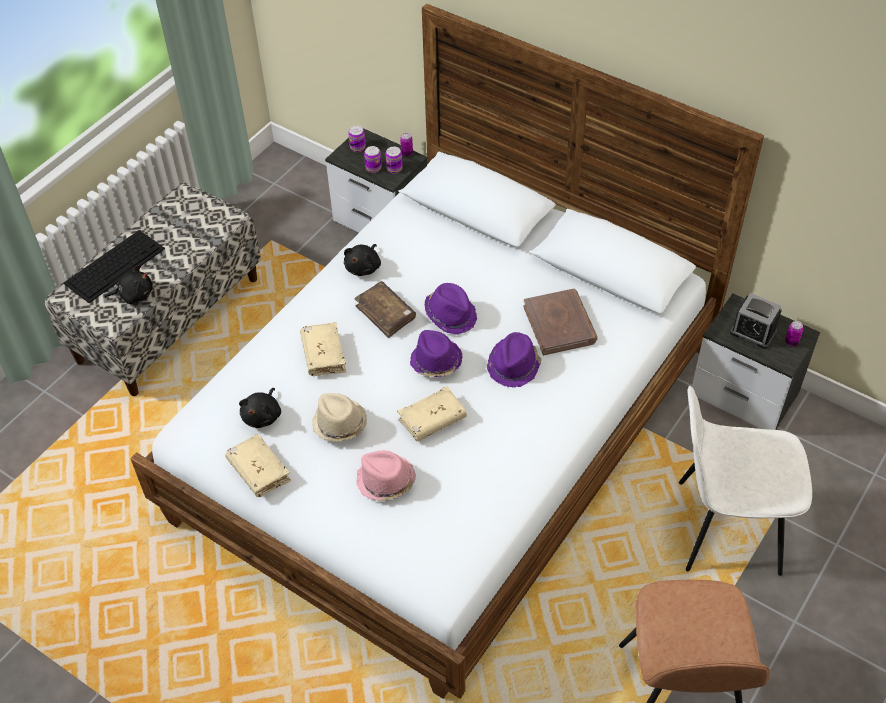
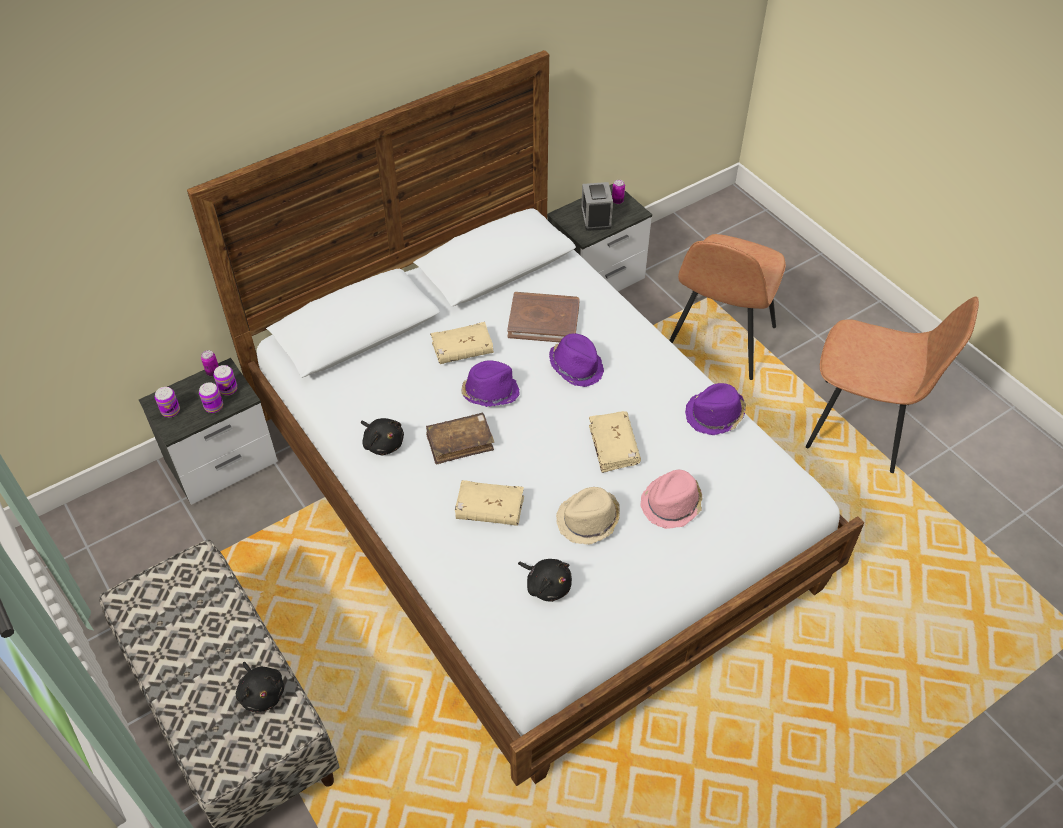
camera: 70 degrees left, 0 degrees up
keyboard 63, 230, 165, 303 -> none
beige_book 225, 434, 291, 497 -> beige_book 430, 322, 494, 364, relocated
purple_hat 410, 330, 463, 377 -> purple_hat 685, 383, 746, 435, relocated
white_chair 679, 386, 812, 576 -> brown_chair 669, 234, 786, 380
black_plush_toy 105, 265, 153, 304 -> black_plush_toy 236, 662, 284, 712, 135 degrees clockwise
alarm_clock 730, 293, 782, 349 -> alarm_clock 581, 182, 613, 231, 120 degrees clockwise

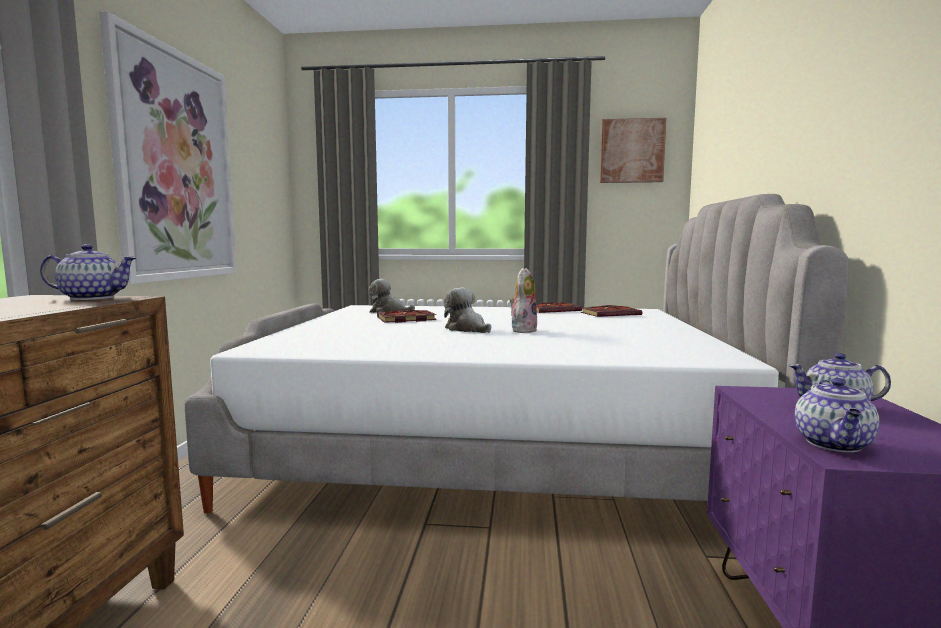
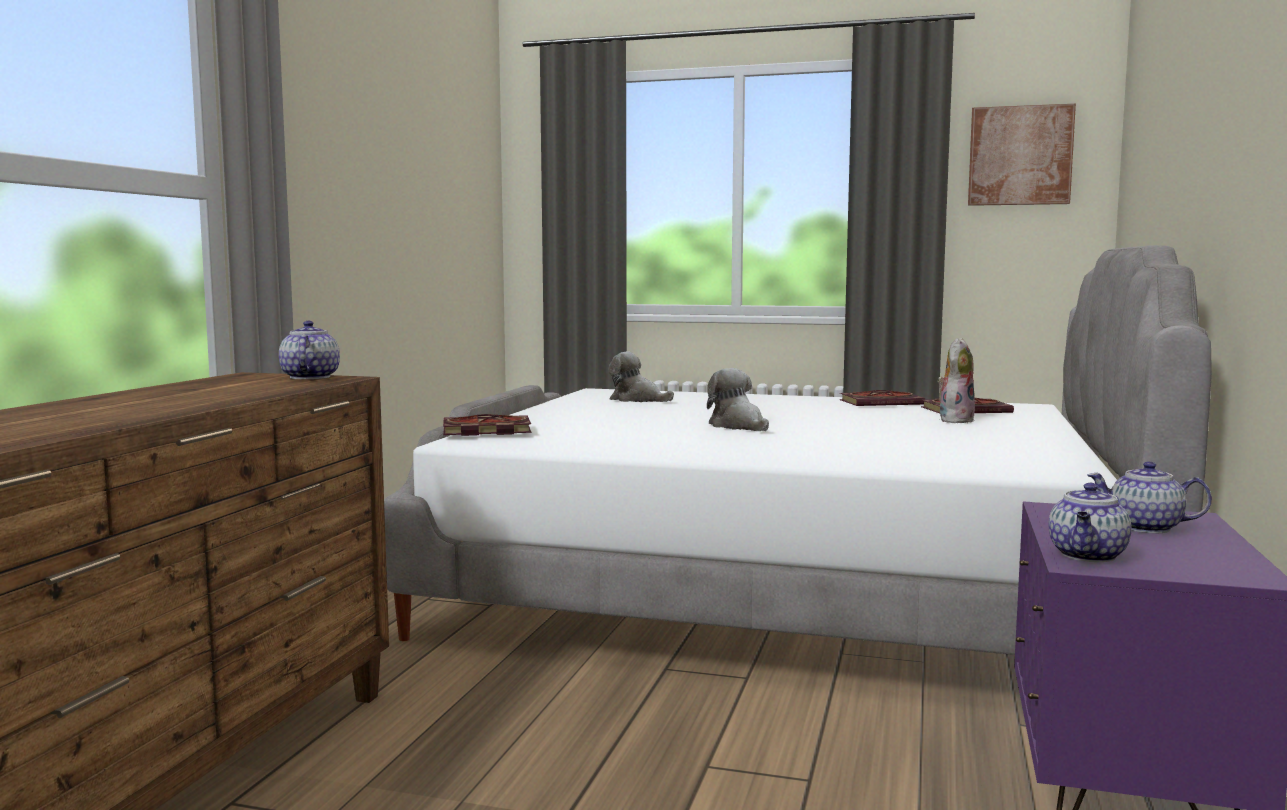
camera: 10 degrees right, 0 degrees up
picture 99, 11, 237, 284 -> none
book 377, 310, 437, 323 -> book 443, 414, 531, 436, relocated
plush_toy 510, 268, 537, 333 -> plush_toy 937, 338, 975, 423, relocated
teapot 40, 244, 136, 300 -> teapot 279, 321, 340, 379, 105 degrees counterclockwise

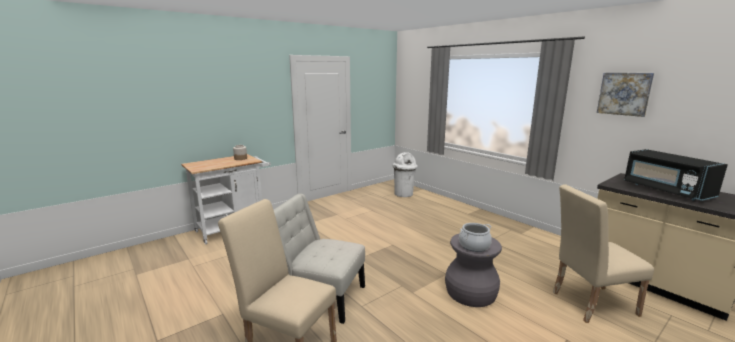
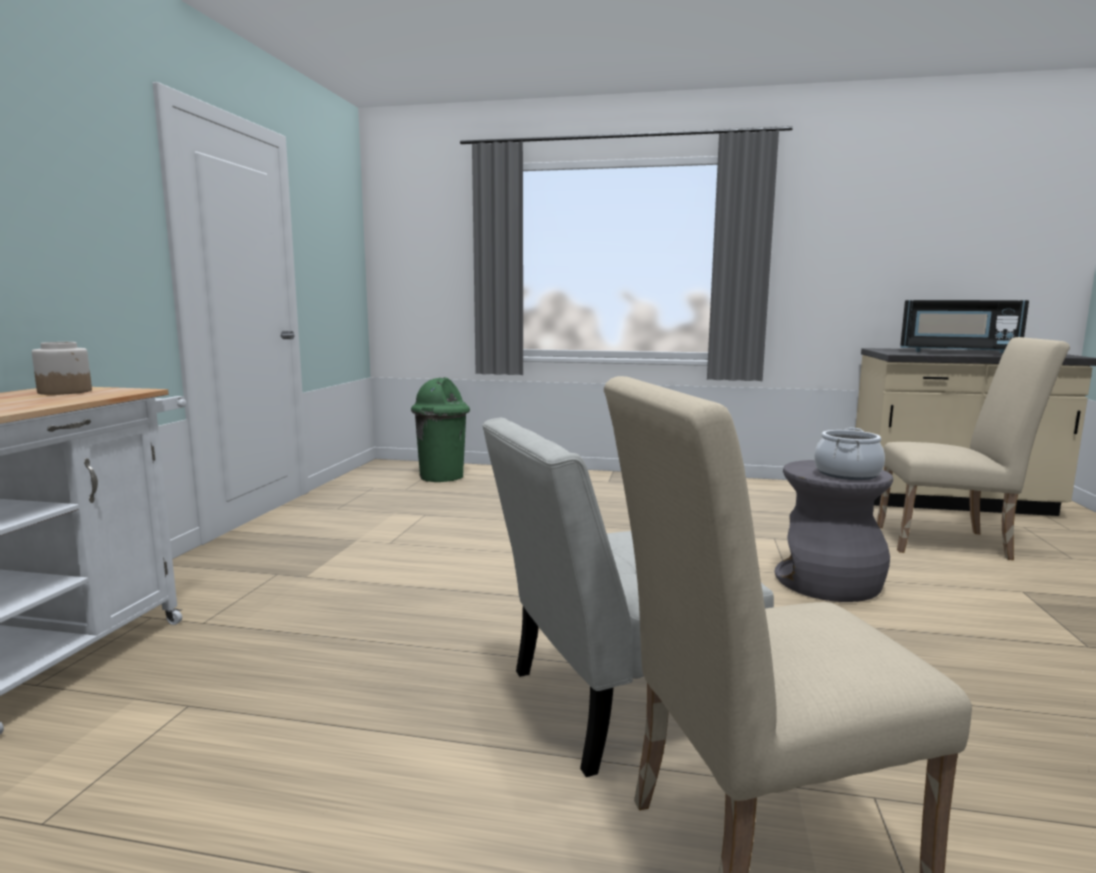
camera: 40 degrees left, 5 degrees down
picture 597, 73, 654, 117 -> none
white_trash_can 392, 152, 418, 197 -> green_trash_can 411, 377, 470, 482
beige_chair 553, 184, 654, 323 -> beige_chair 877, 337, 1070, 560, 120 degrees counterclockwise

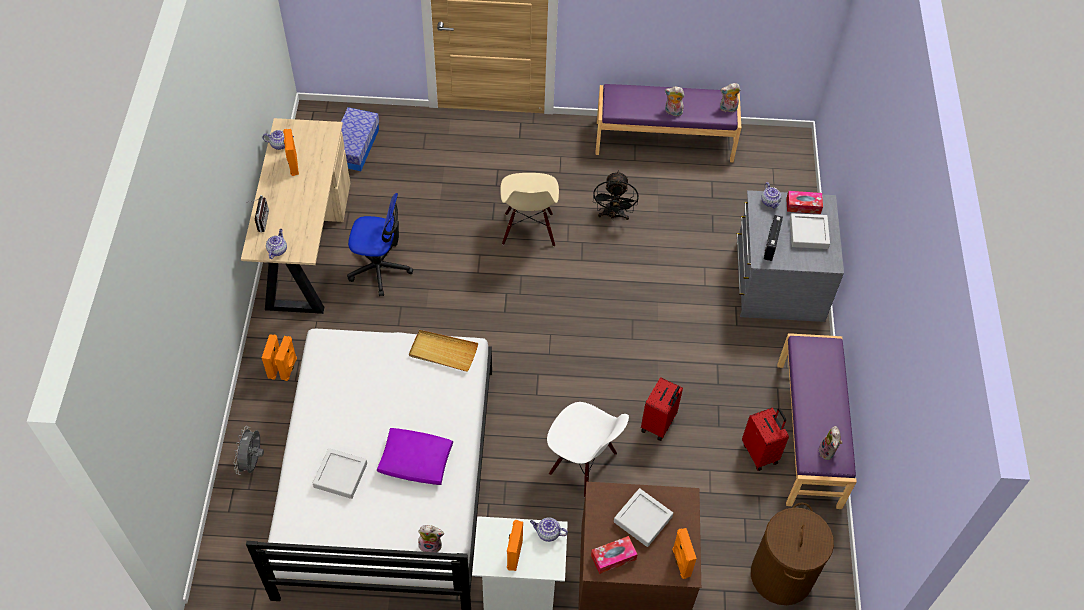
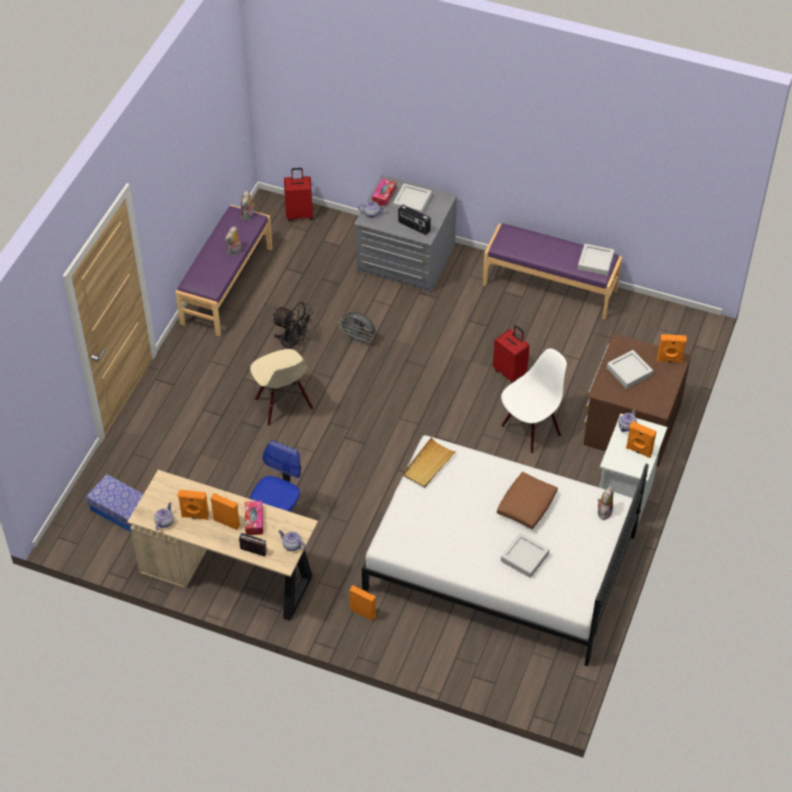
camera: 70 degrees left, 5 degrees down
brown_laundry_basket 751, 503, 834, 605 -> none
grey_fan 234, 426, 264, 475 -> grey_fan 339, 312, 375, 345, relocated
orange_speaker 262, 334, 280, 380 -> orange_speaker 211, 493, 240, 530, relocated
tissue_box 591, 536, 638, 574 -> tissue_box 245, 501, 263, 535, relocated
red_suitcase 742, 408, 789, 471 -> red_suitcase 284, 168, 314, 221, relocated
plush_toy 819, 426, 843, 460 -> grey_tray 578, 244, 614, 276
purple_pillow 377, 428, 453, 485 -> brown_pillow 497, 472, 558, 529
beige_chair 500, 173, 559, 247 -> beige_chair 250, 349, 313, 426, 45 degrees clockwise

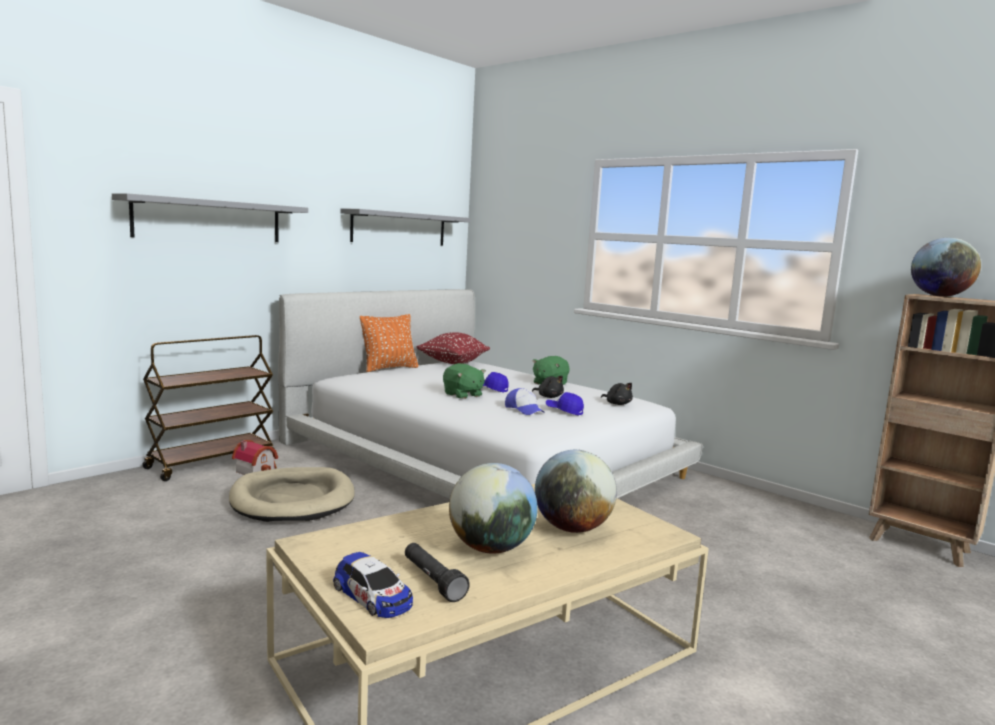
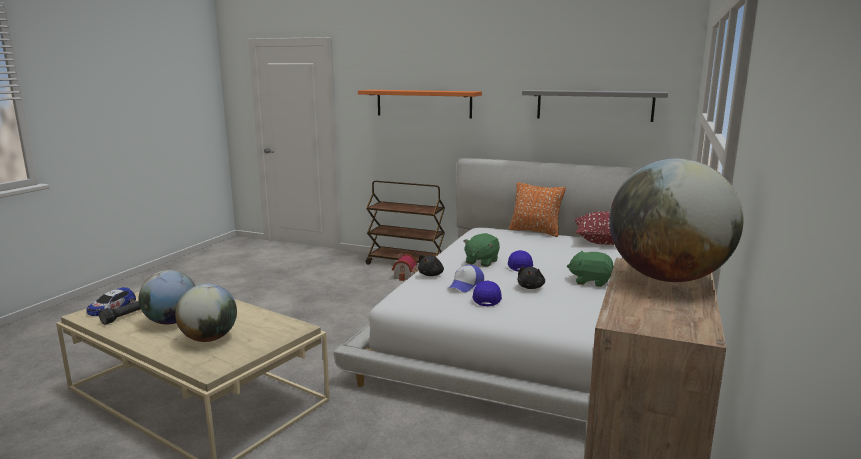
camera: 70 degrees right, 5 degrees up
beige_dog_bed 229, 467, 355, 522 -> none
black_plush_toy 601, 383, 633, 405 -> black_plush_toy 418, 254, 444, 276, relocated
grey_shelf 112, 193, 308, 242 -> orange_shelf 358, 90, 482, 119

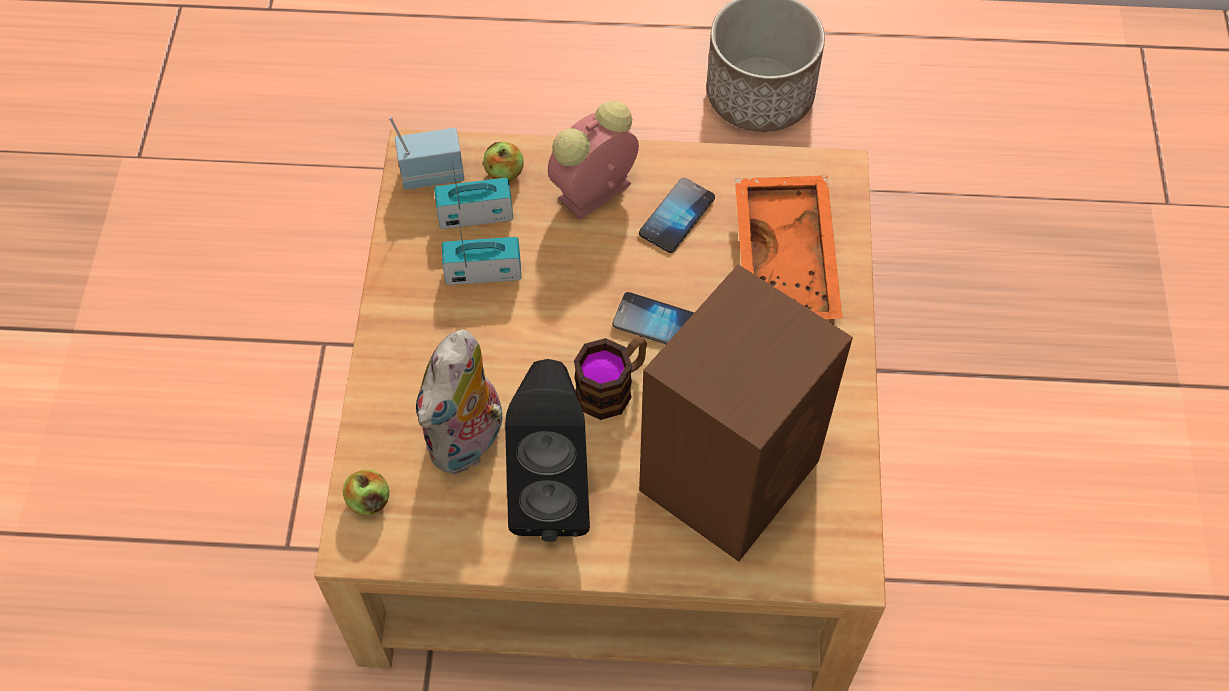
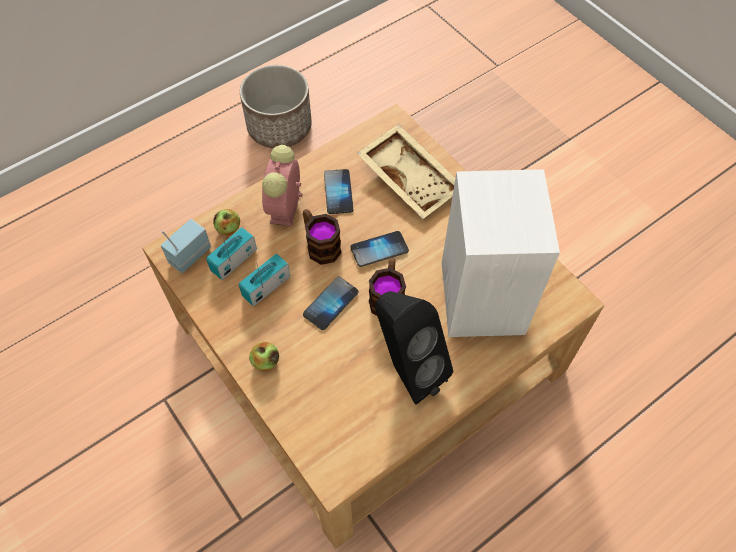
camera: 40 degrees left, 0 degrees up
plush_toy 416, 330, 503, 474 -> none
none -> mug 303, 209, 342, 265
none -> phone 303, 276, 358, 330
apple 343, 470, 389, 515 -> apple 249, 342, 279, 371, relocated
brown_speaker 639, 264, 853, 562 -> white_speaker 442, 169, 560, 337
orange_tray 735, 176, 842, 320 -> beige_tray 357, 124, 455, 219

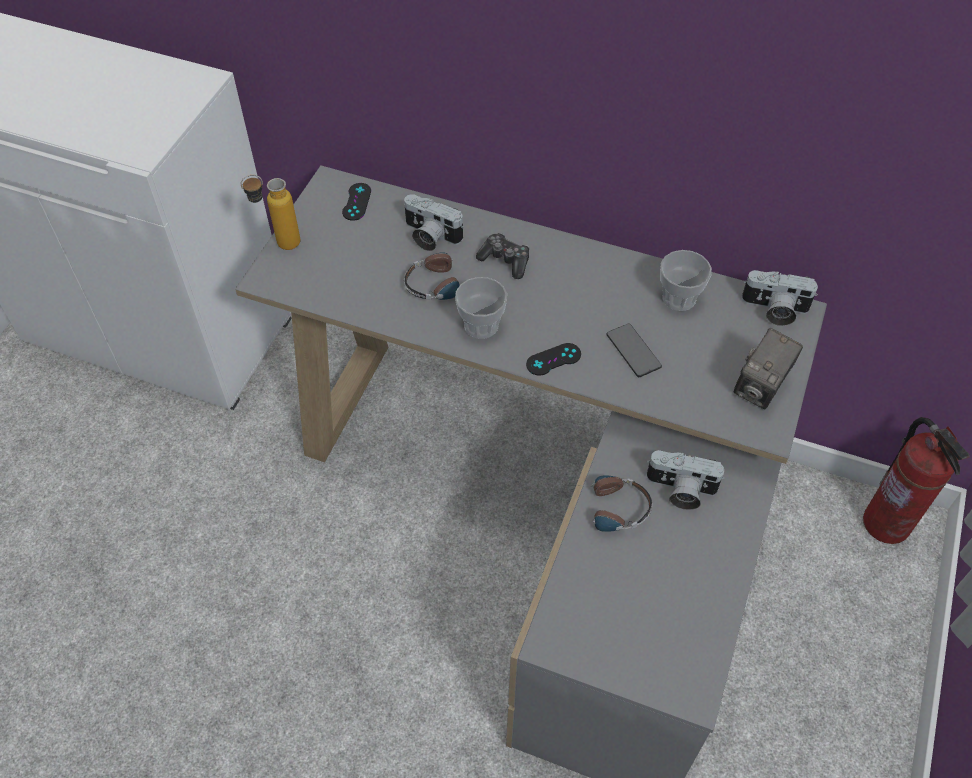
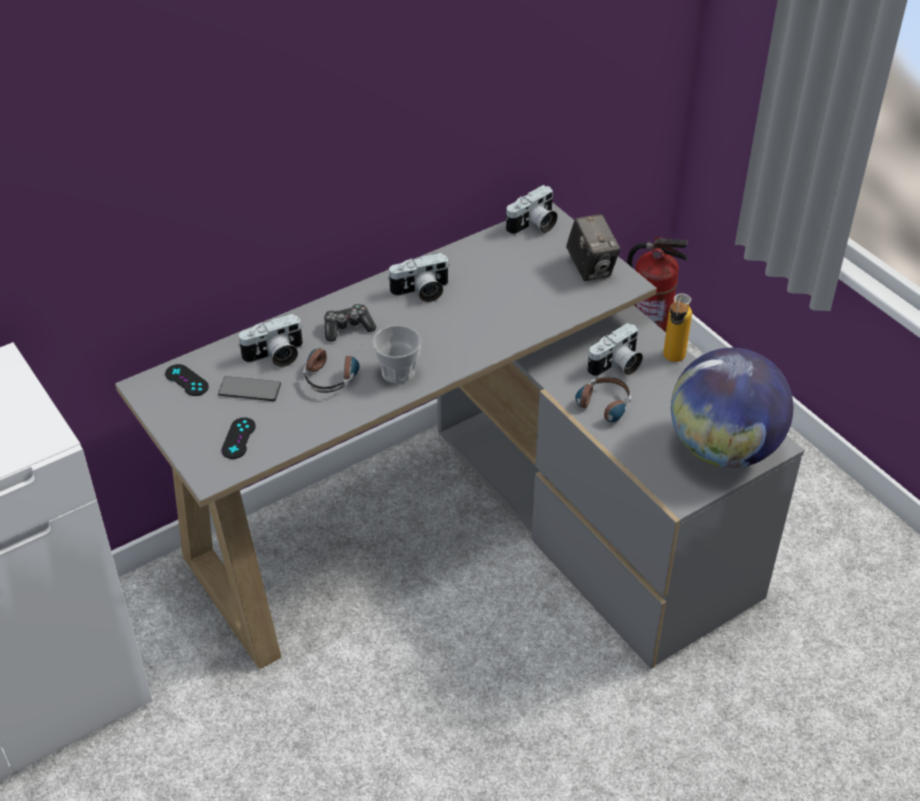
camera: 55 degrees left, 10 degrees down
cup 660, 250, 712, 311 -> none
none -> photo_camera 387, 253, 450, 303
none -> globe 671, 348, 793, 468
bottle 241, 175, 301, 250 -> bottle 663, 293, 692, 362, relocated
black_game_controller 526, 343, 581, 375 -> black_game_controller 221, 417, 256, 459, relocated
phone 606, 323, 662, 377 -> phone 218, 376, 281, 401, relocated

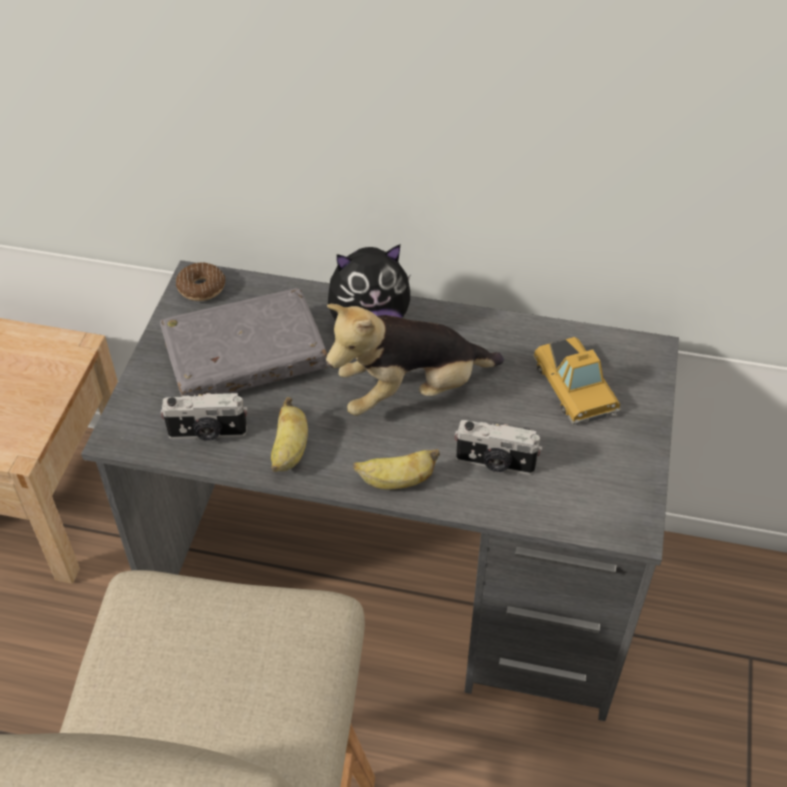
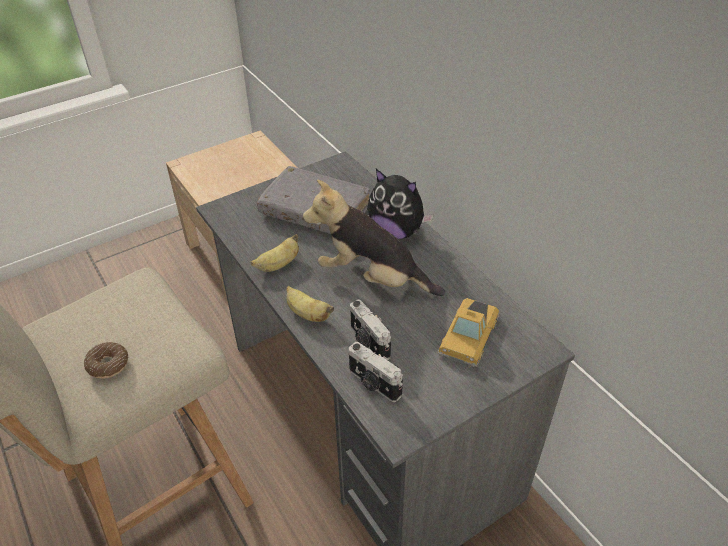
camera: 45 degrees right, 5 degrees down
photo_camera 160, 392, 247, 441 -> photo_camera 349, 342, 403, 402, relocated
donut 176, 263, 225, 301 -> donut 84, 342, 128, 379, relocated

